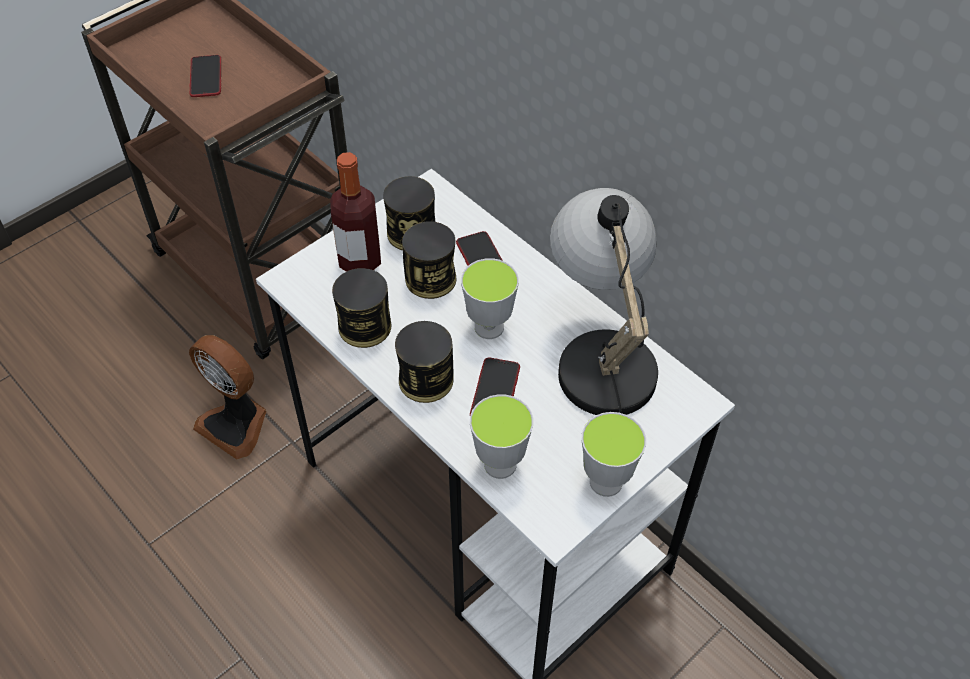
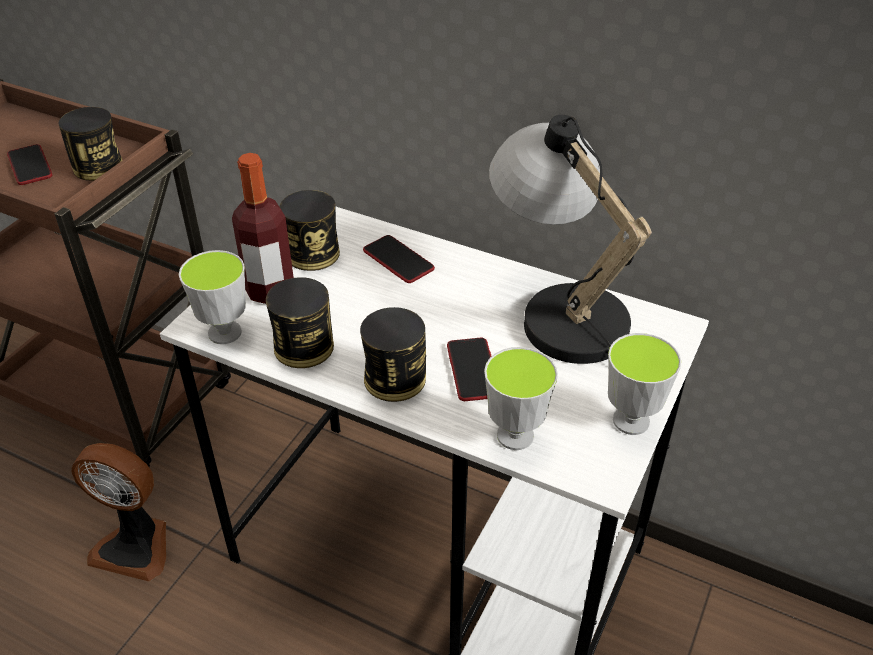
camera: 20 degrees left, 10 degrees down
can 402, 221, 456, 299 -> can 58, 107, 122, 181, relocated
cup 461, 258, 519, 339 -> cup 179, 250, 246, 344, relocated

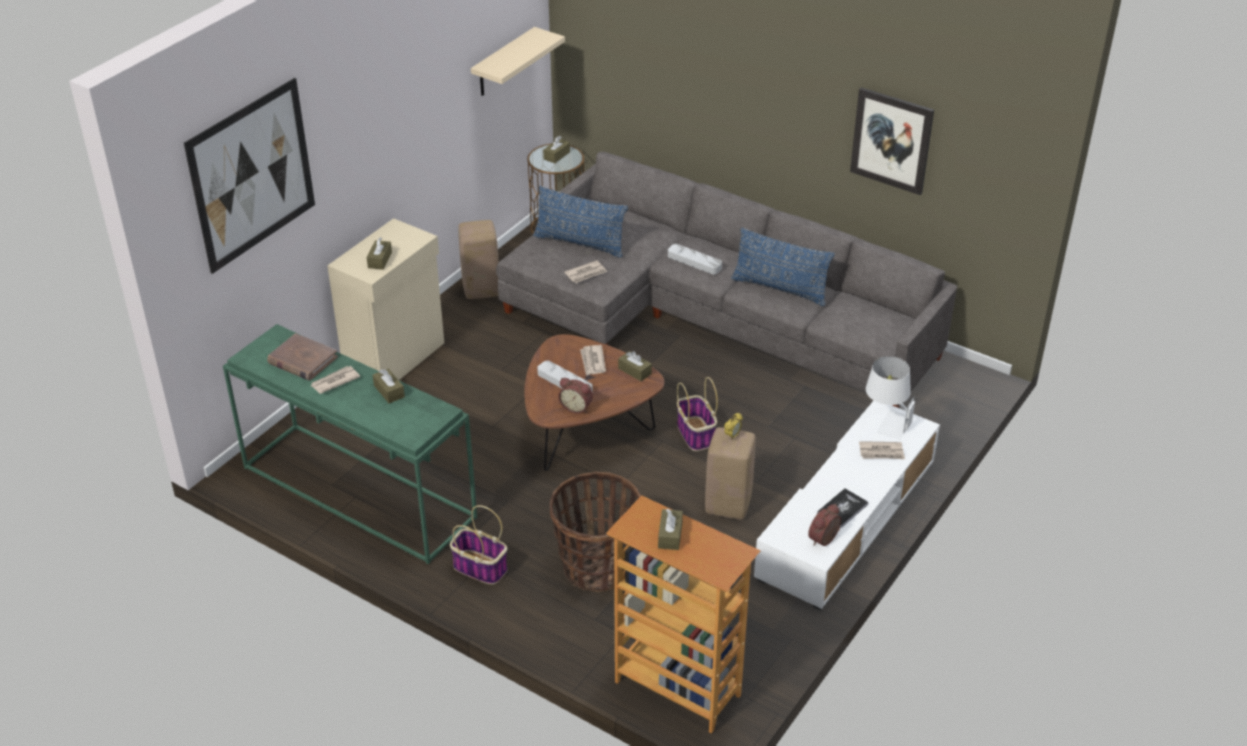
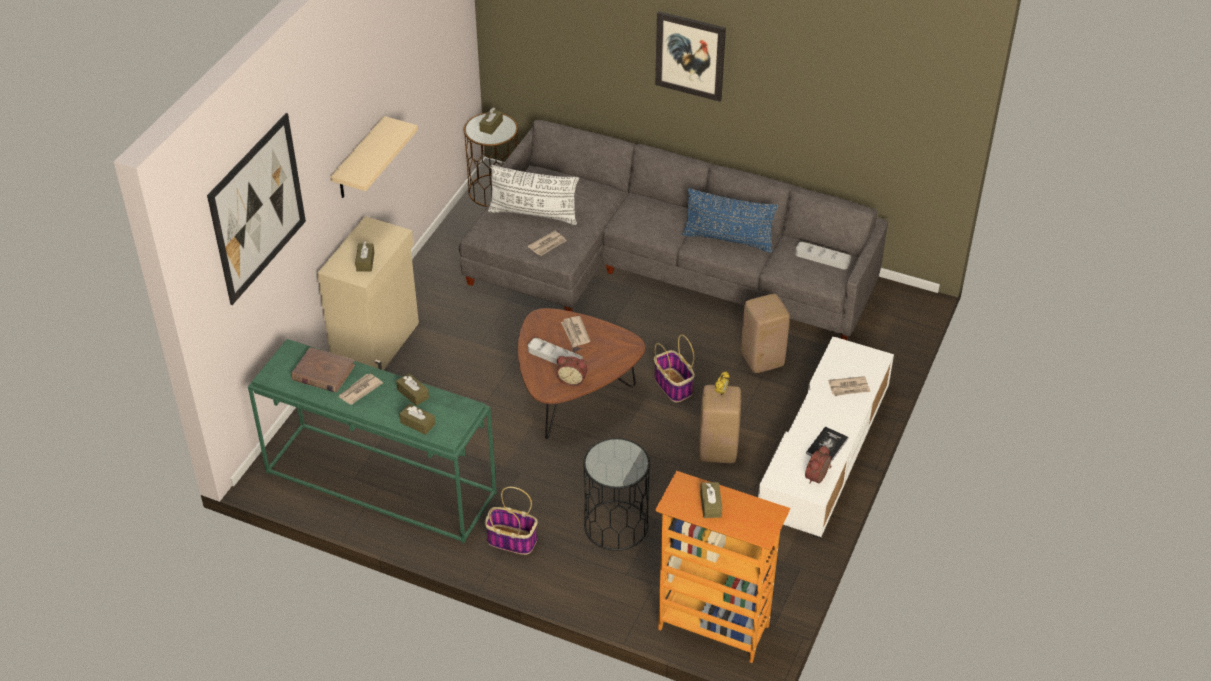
camera: 10 degrees left, 5 degrees up
white_table_lamp 866, 356, 915, 440 -> none
beige_stool 458, 220, 499, 299 -> beige_stool 741, 294, 790, 373, relocated
beige_shelf 471, 27, 565, 96 -> beige_shelf 331, 116, 418, 198, relocated
brown_tissue_box 618, 351, 652, 381 -> brown_tissue_box 399, 404, 435, 435, relocated
grey_tray 668, 244, 722, 274 -> grey_tray 795, 242, 851, 269, relocated
picture 850, 87, 934, 195 -> picture 655, 11, 726, 102, relocated
basket 550, 472, 641, 592 -> black_side_table 583, 438, 650, 551
blue_pillow 533, 186, 628, 258 -> white_pillow 488, 165, 579, 225

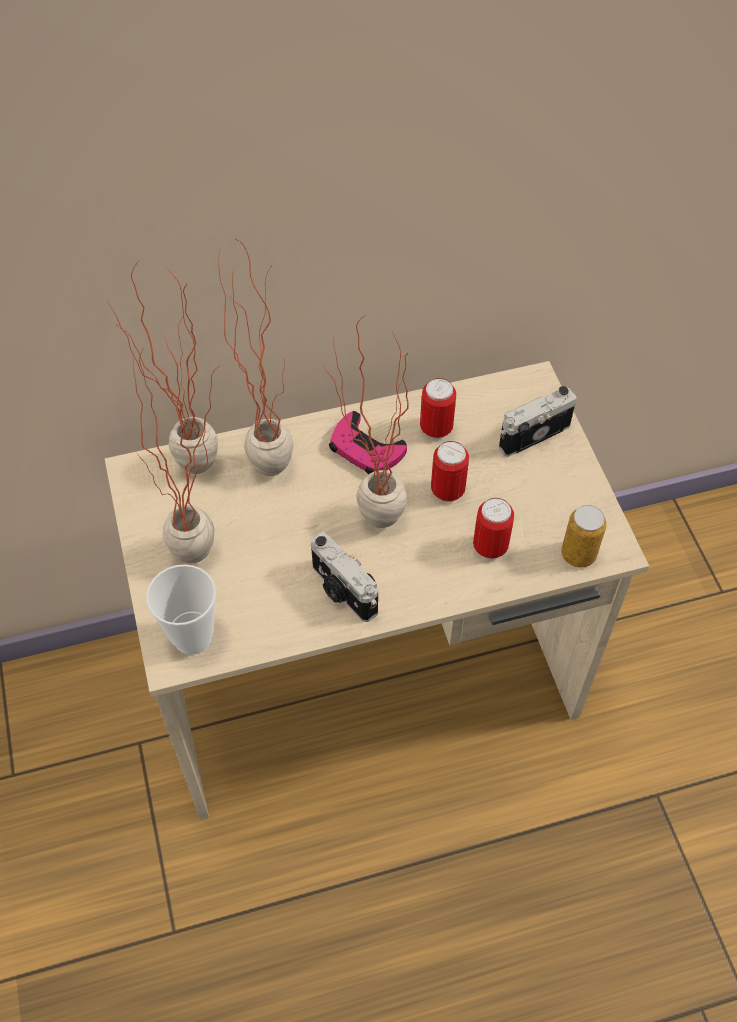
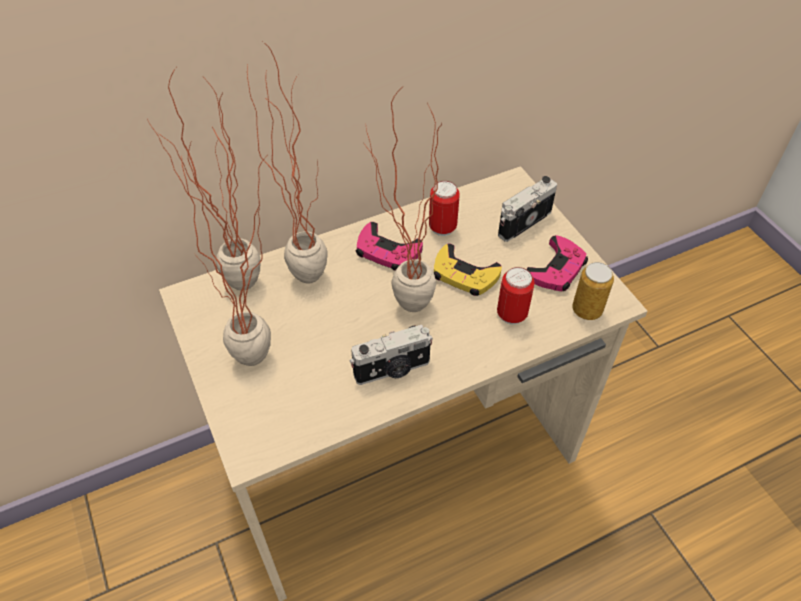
camera: 10 degrees left, 5 degrees down
cup 146, 564, 216, 655 -> none
none -> pink_game_controller 527, 235, 588, 291
can 431, 441, 469, 502 -> yellow_game_controller 434, 243, 502, 296
photo_camera 311, 532, 378, 622 -> photo_camera 350, 325, 433, 385, 60 degrees counterclockwise

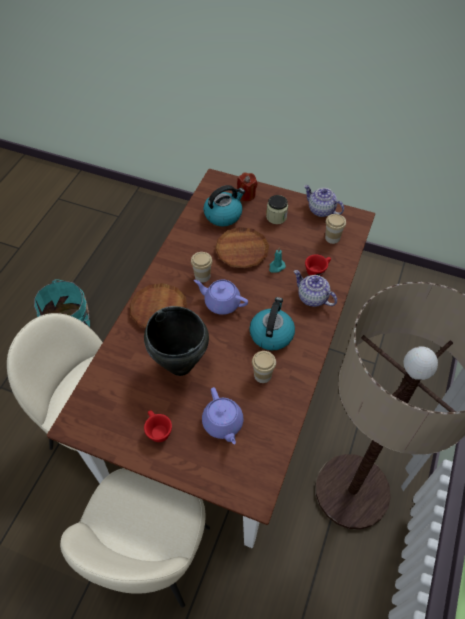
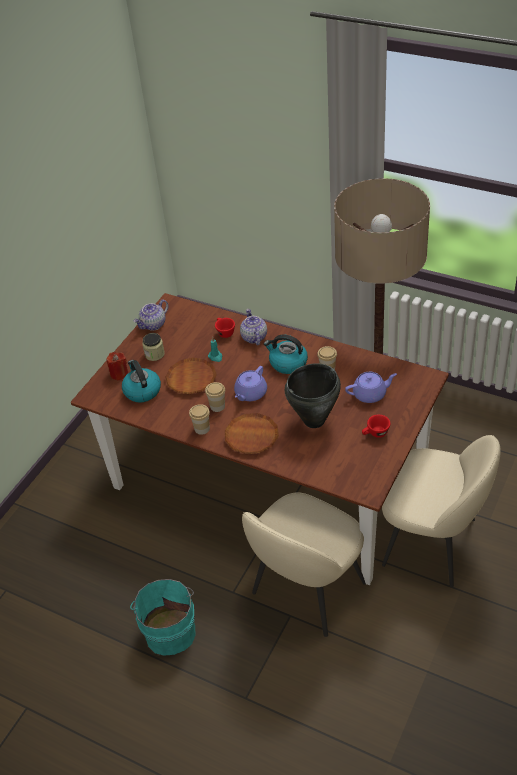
camera: 80 degrees left, 10 degrees down
cup 325, 214, 346, 244 -> cup 189, 404, 210, 435, relocated
teapot 294, 270, 337, 307 -> teapot 240, 309, 267, 345, 120 degrees clockwise

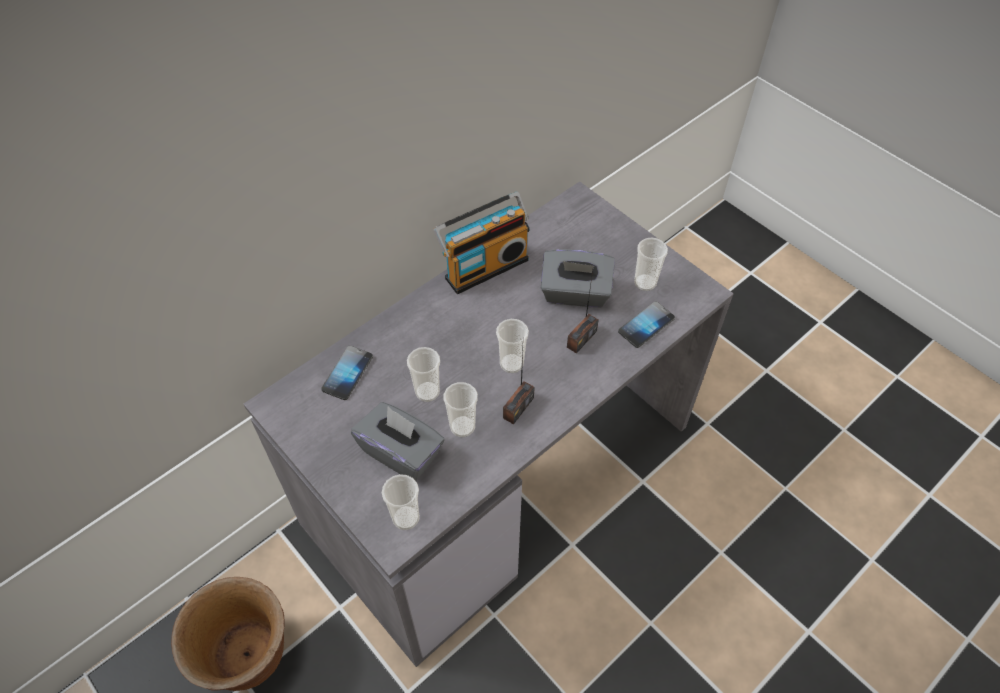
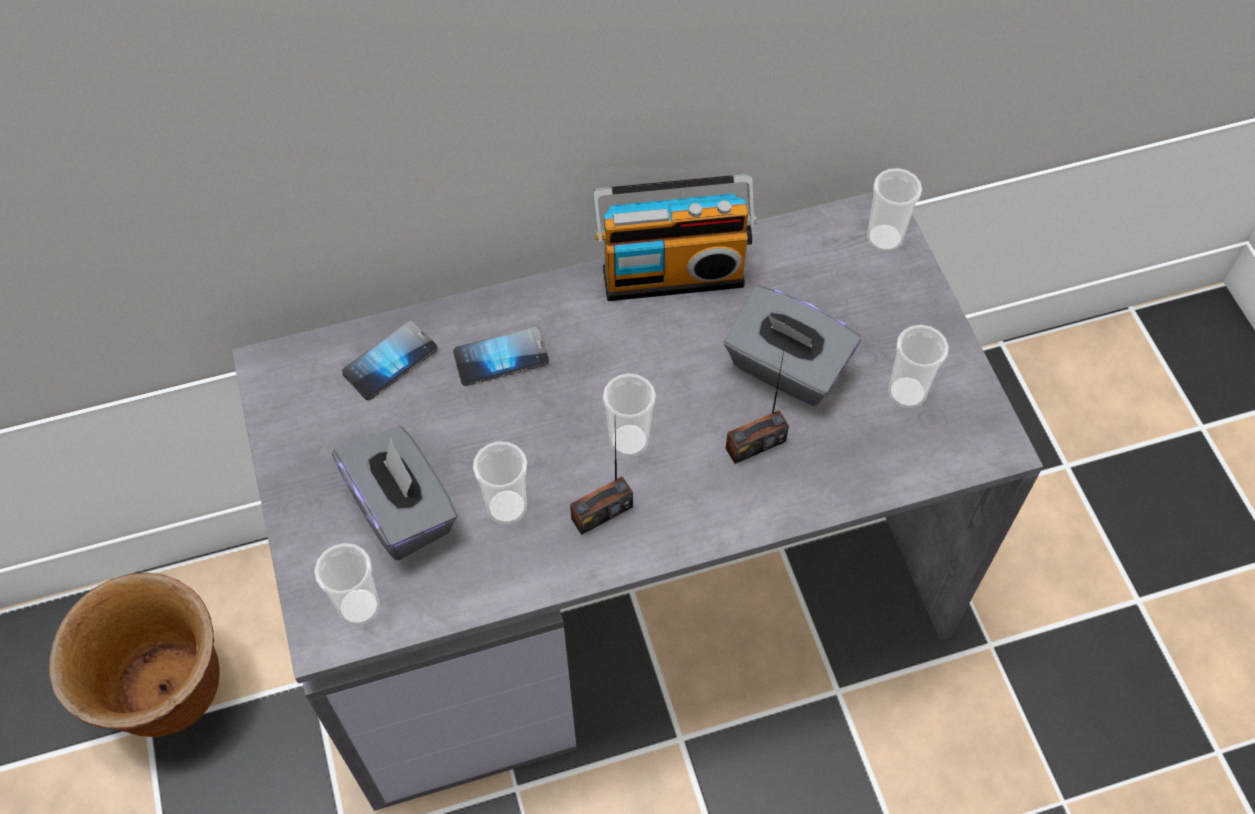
camera: 25 degrees right, 5 degrees up
cup 407, 347, 440, 402 -> cup 867, 168, 922, 252, relocated
phone 618, 301, 675, 348 -> phone 453, 327, 549, 386, relocated

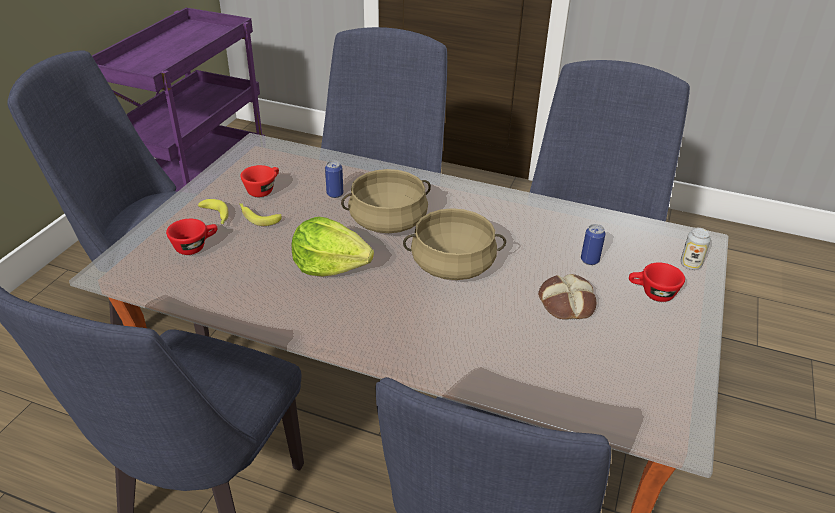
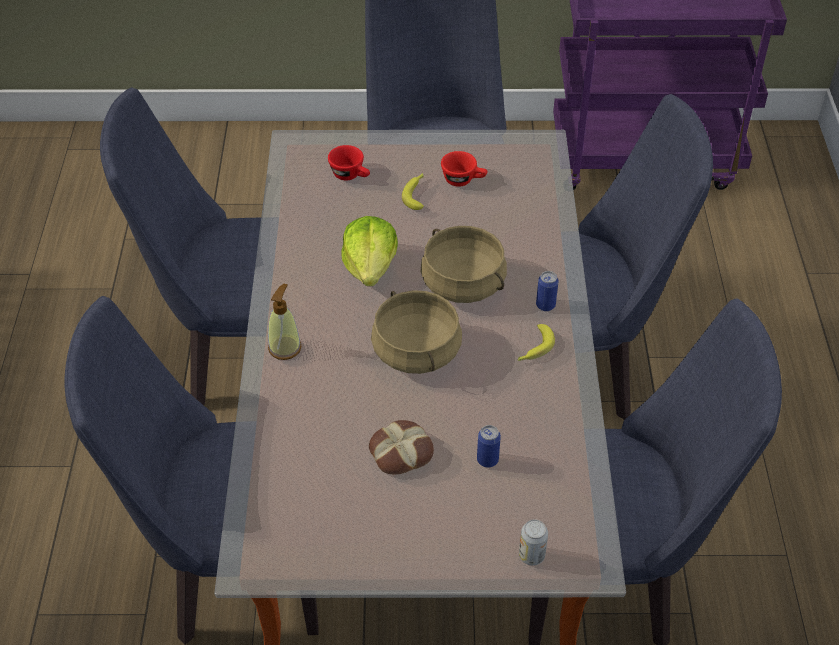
camera: 70 degrees right, 10 degrees up
red_cup 629, 263, 685, 302 -> none
none -> soap_dispenser 268, 284, 301, 360
banana 198, 199, 229, 224 -> banana 518, 324, 555, 361, relocated
can 325, 160, 343, 198 -> can 536, 271, 558, 311, relocated

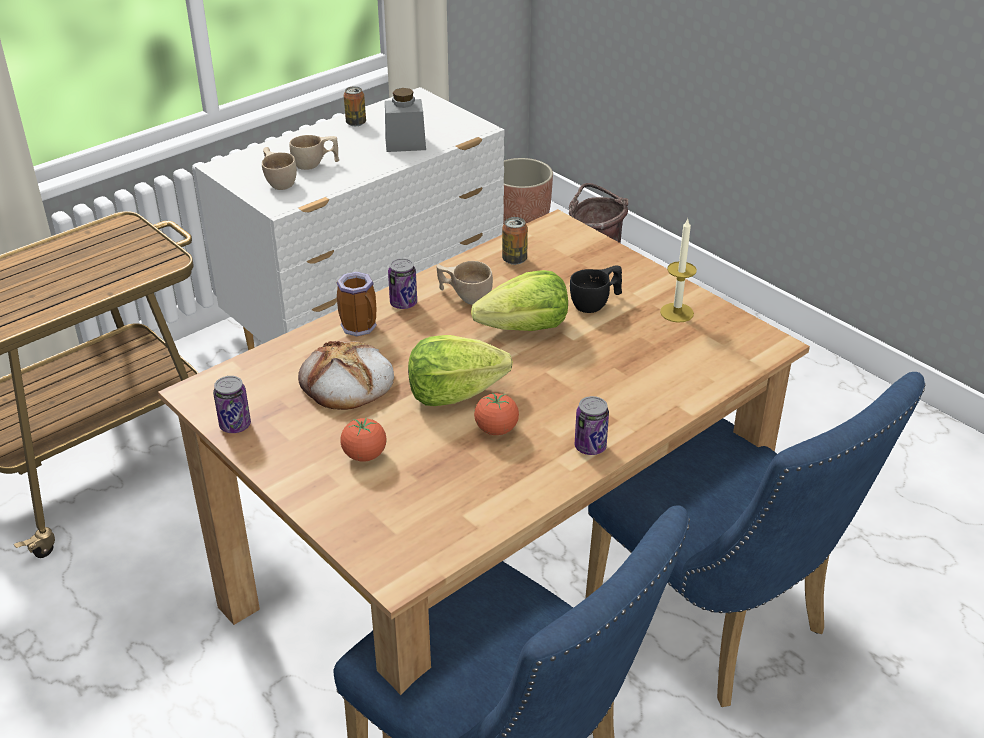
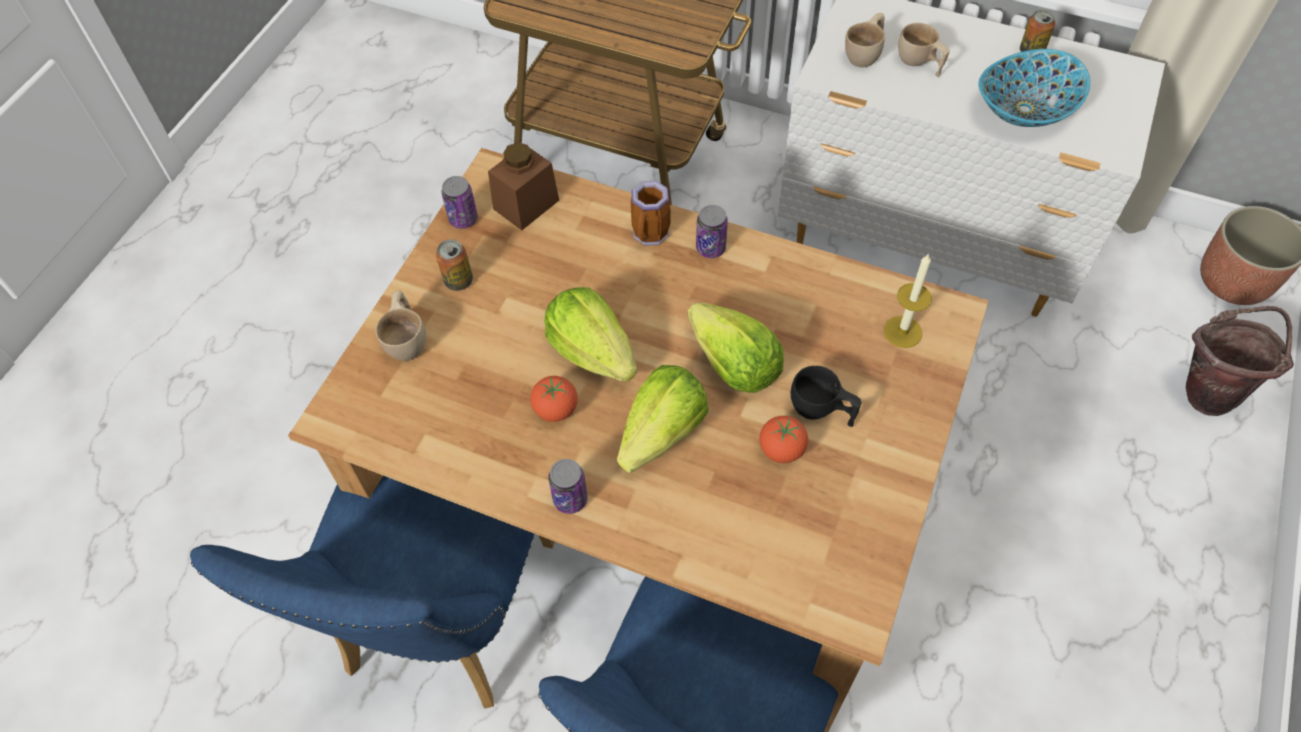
camera: 65 degrees right, 20 degrees up
bread 298, 341, 394, 410 -> none
none -> brown_jar 488, 142, 559, 230
none -> lettuce 617, 365, 709, 473
tomato 340, 418, 387, 462 -> tomato 759, 416, 808, 463, relocated
beige_cup 436, 261, 493, 305 -> beige_cup 376, 290, 426, 361, relocated
can 502, 217, 528, 265 -> can 436, 239, 473, 291, relocated
candle 660, 219, 697, 323 -> candle 884, 253, 932, 348, relocated
grey_jar 385, 88, 426, 152 -> bowl 978, 49, 1090, 127

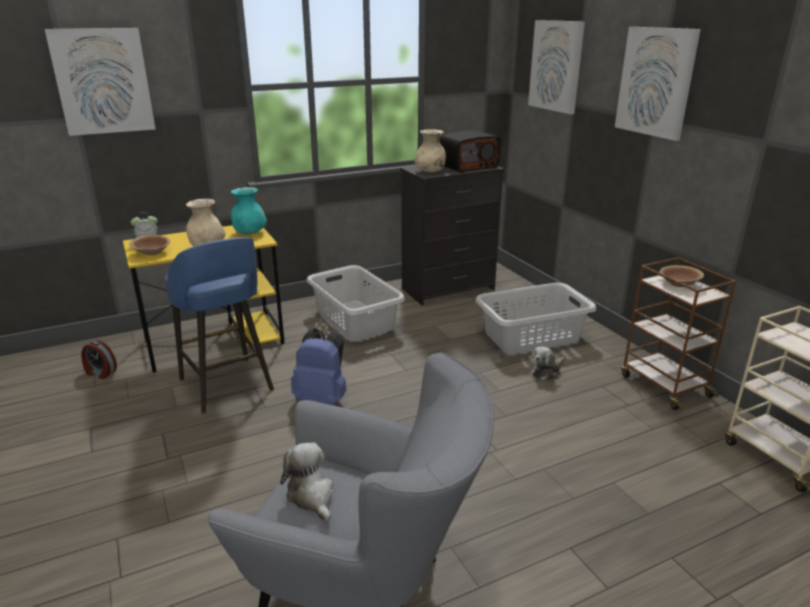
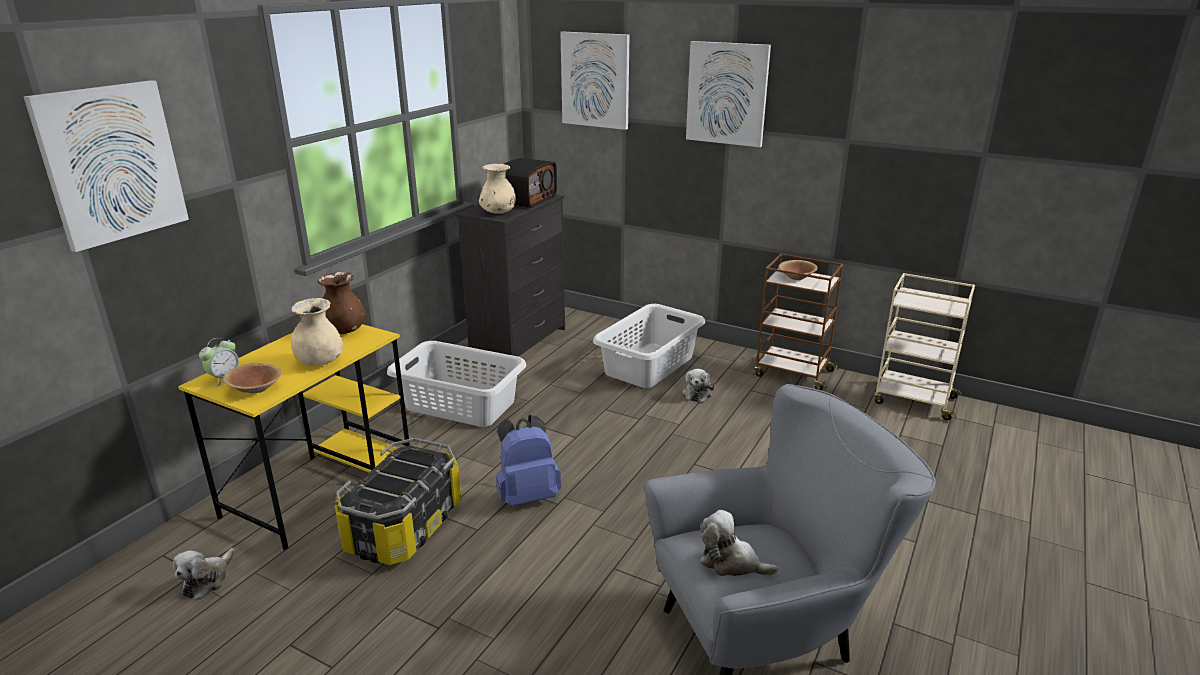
camera: 35 degrees left, 0 degrees up
alarm_clock 81, 341, 117, 379 -> plush_toy 173, 548, 235, 600
blue_stool 165, 237, 274, 414 -> storage_box 334, 438, 461, 565
turquoise_vase 231, 187, 267, 234 -> brown_vase 318, 272, 366, 334

